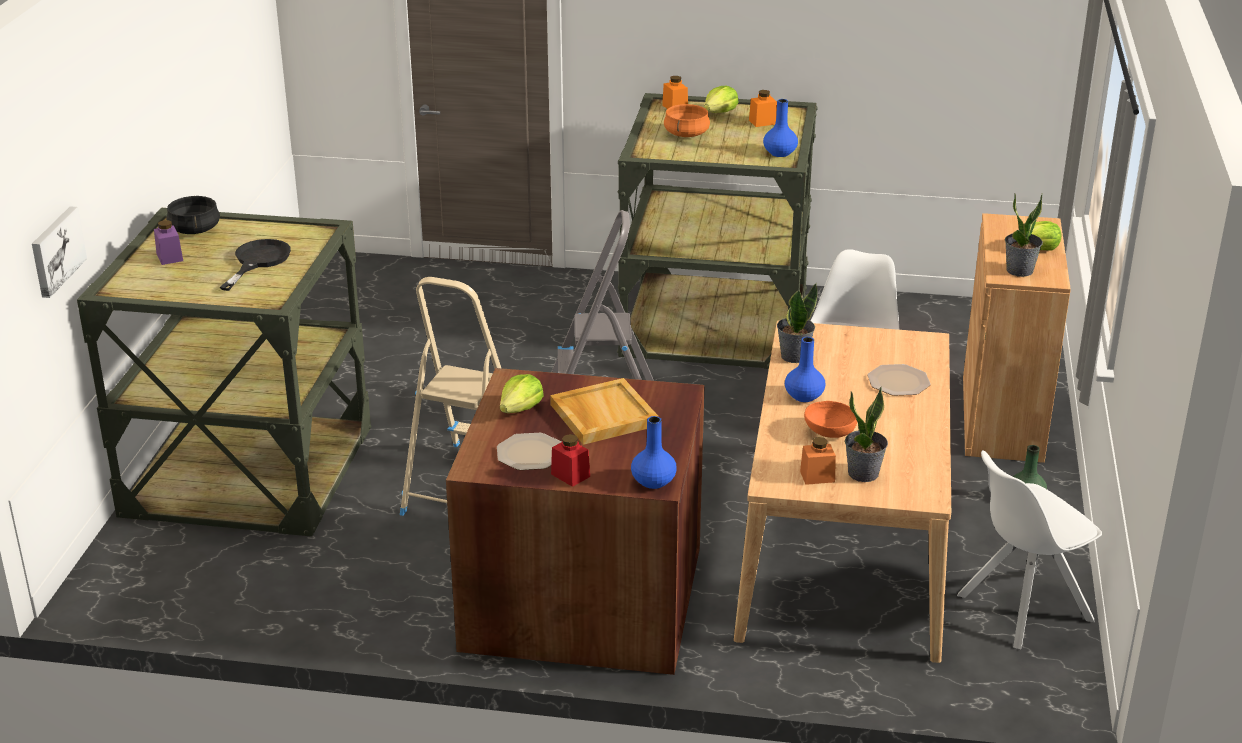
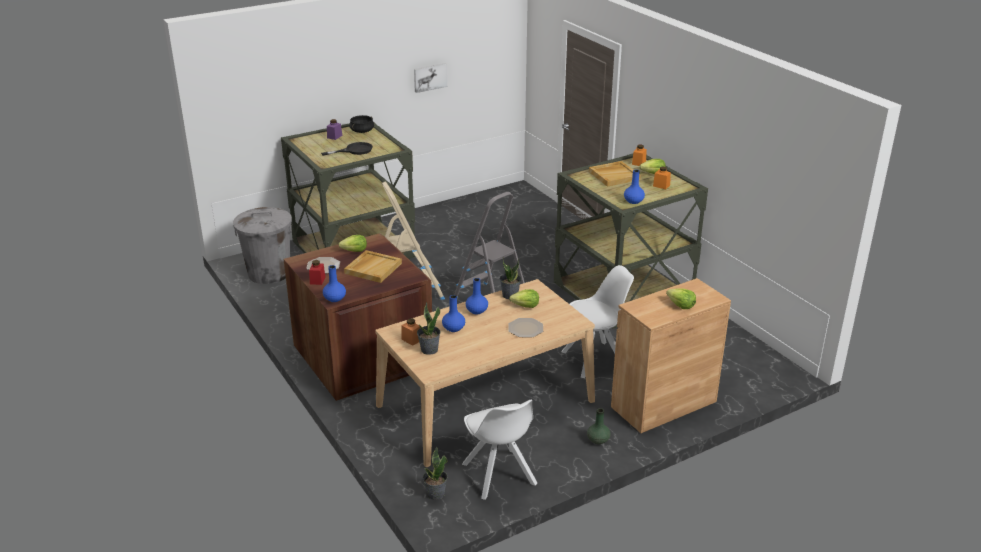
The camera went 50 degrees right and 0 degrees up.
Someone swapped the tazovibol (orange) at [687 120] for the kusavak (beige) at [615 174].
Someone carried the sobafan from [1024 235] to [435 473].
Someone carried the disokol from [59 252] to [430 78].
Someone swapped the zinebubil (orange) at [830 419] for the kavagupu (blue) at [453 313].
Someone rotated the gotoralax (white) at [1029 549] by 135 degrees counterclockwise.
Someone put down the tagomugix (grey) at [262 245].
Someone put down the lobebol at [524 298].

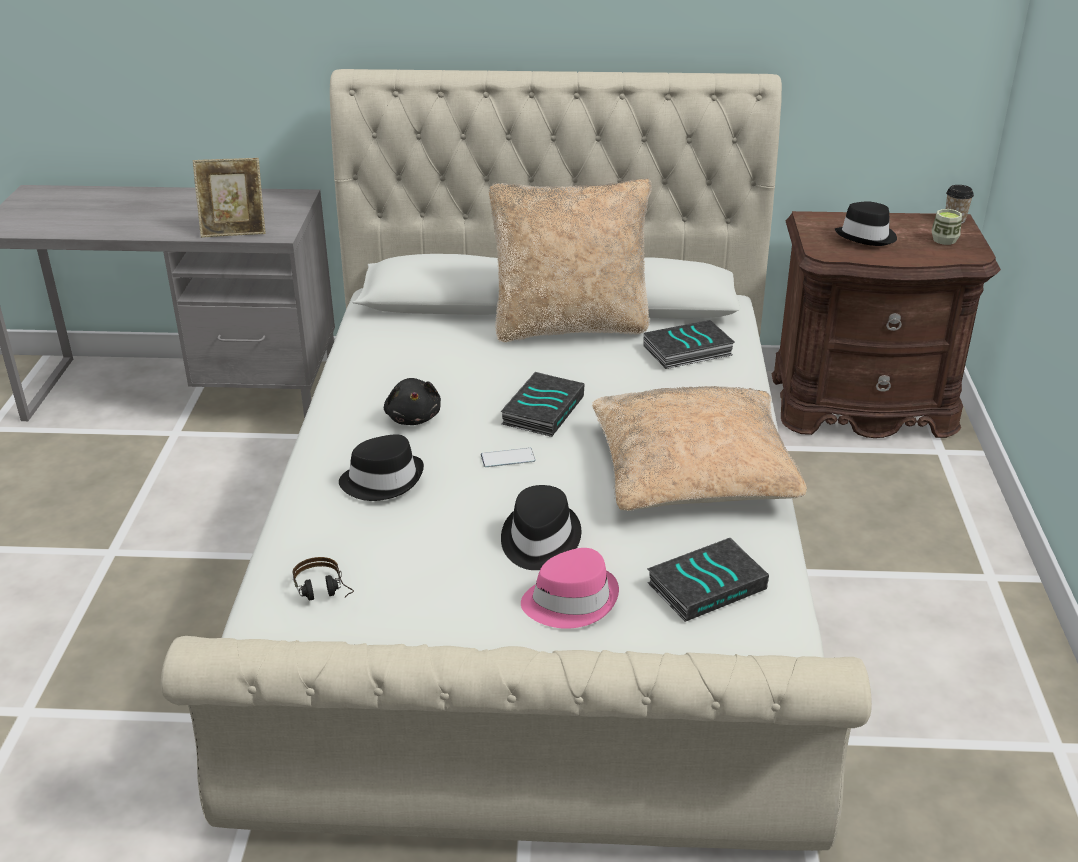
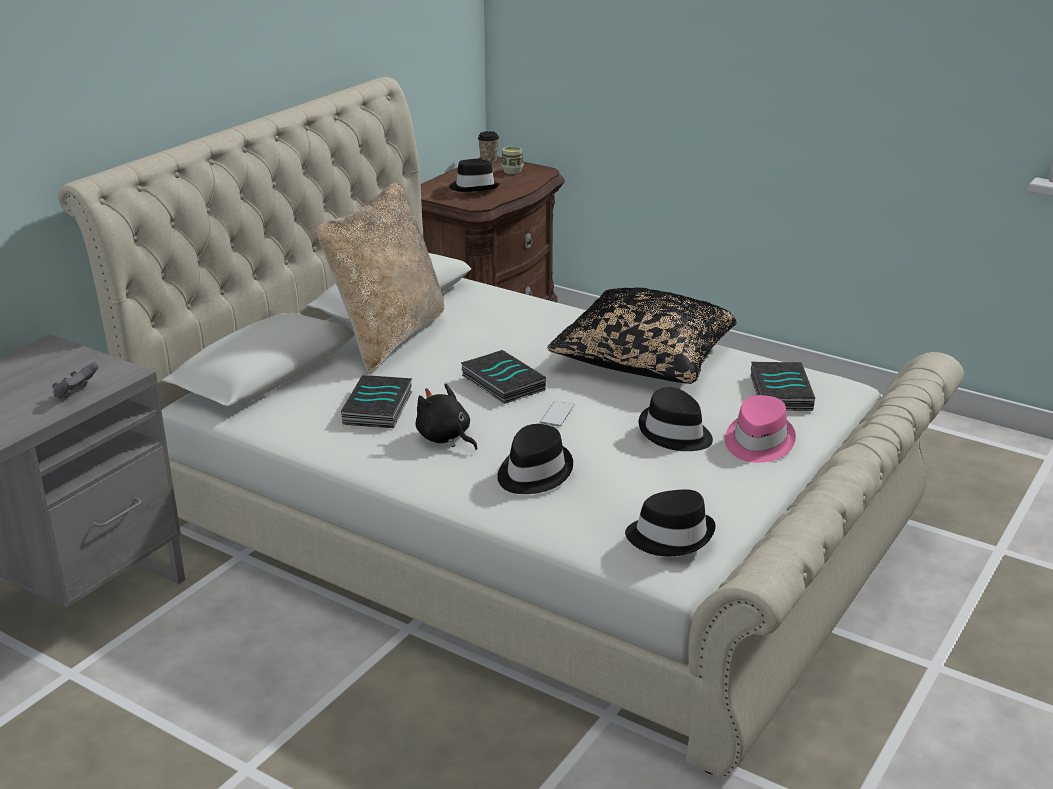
The camera went 60 degrees left and 5 degrees down.
Someone swapped the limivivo at [229 198] for the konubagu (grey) at [75 380].
Someone carried the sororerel from [689 344] to [377 401].
Someone rotated the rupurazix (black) at [412 401] by 150 degrees counterclockwise.
Someone repainted the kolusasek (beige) at [700 448], which became the kolusasek (black) at [641 335].
Someone swapped the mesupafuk at [323 579] for the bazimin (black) at [670 523].

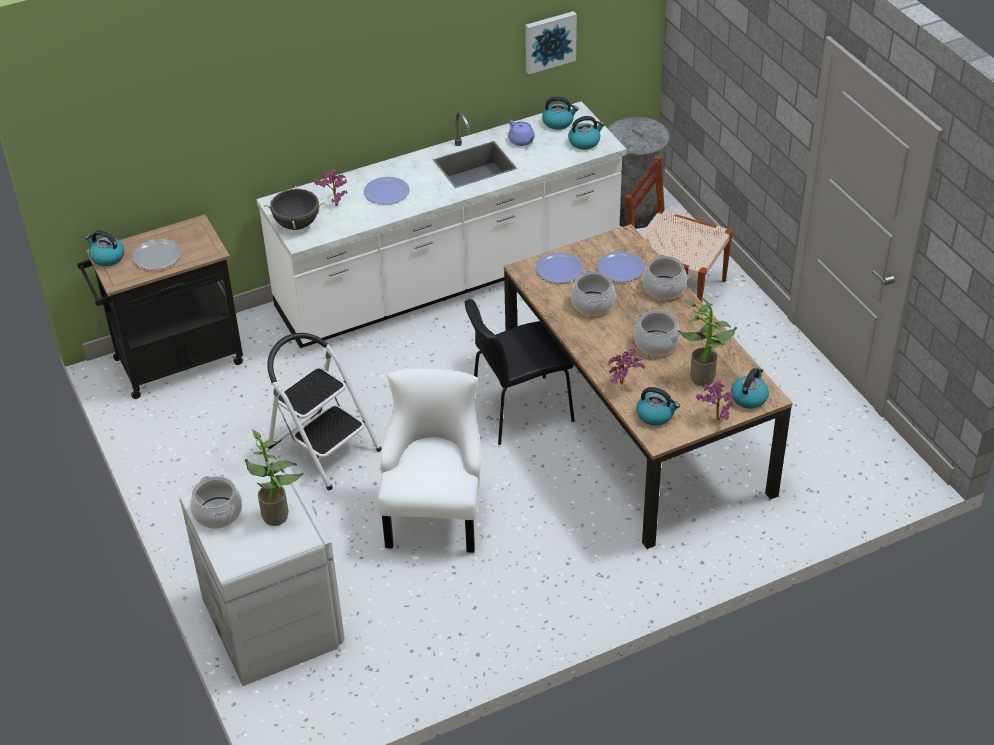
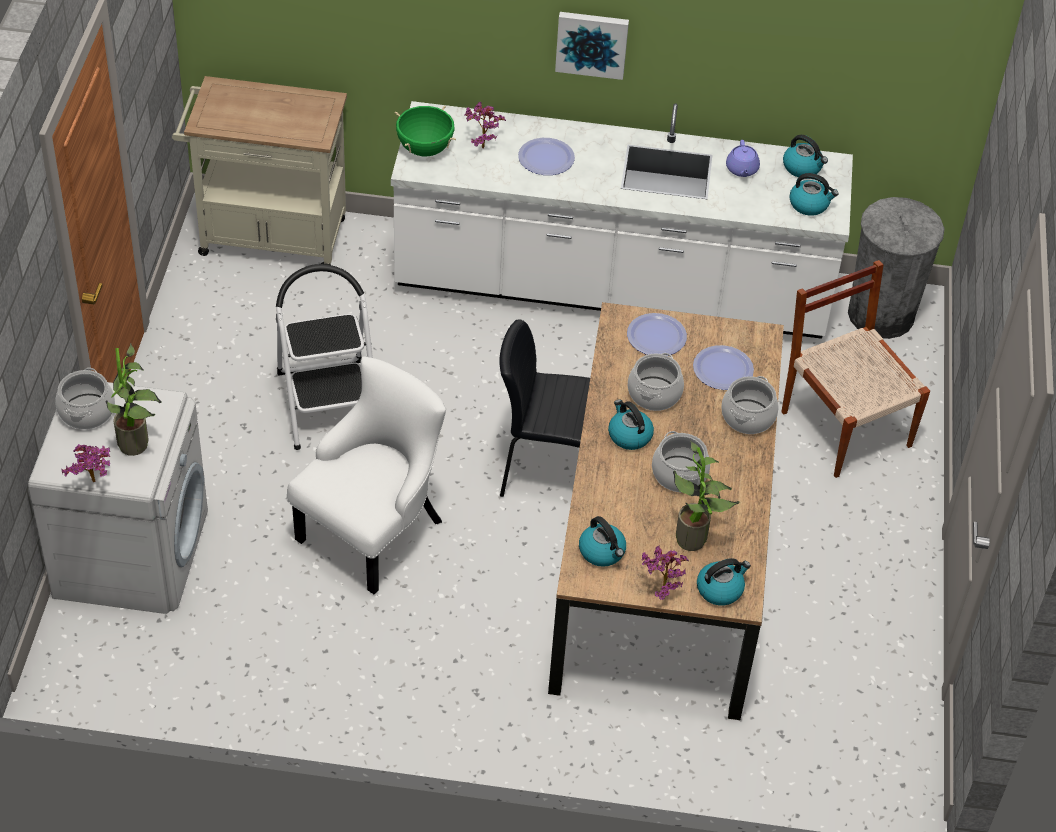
The camera went 30 degrees right and 5 degrees up.
Someone carried the disokol from [551 42] to [592 46].
Someone repainted the tazovibol (black) at [294 208], which became the tazovibol (green) at [425 131].
Someone repainted the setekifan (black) at [160 306], which became the setekifan (beige) at [259 170].
Someone carried the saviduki from [104 248] to [631 424].
Someone took away the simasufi at [156 254].
Someone carried the sobafan from [626 366] to [85 463].

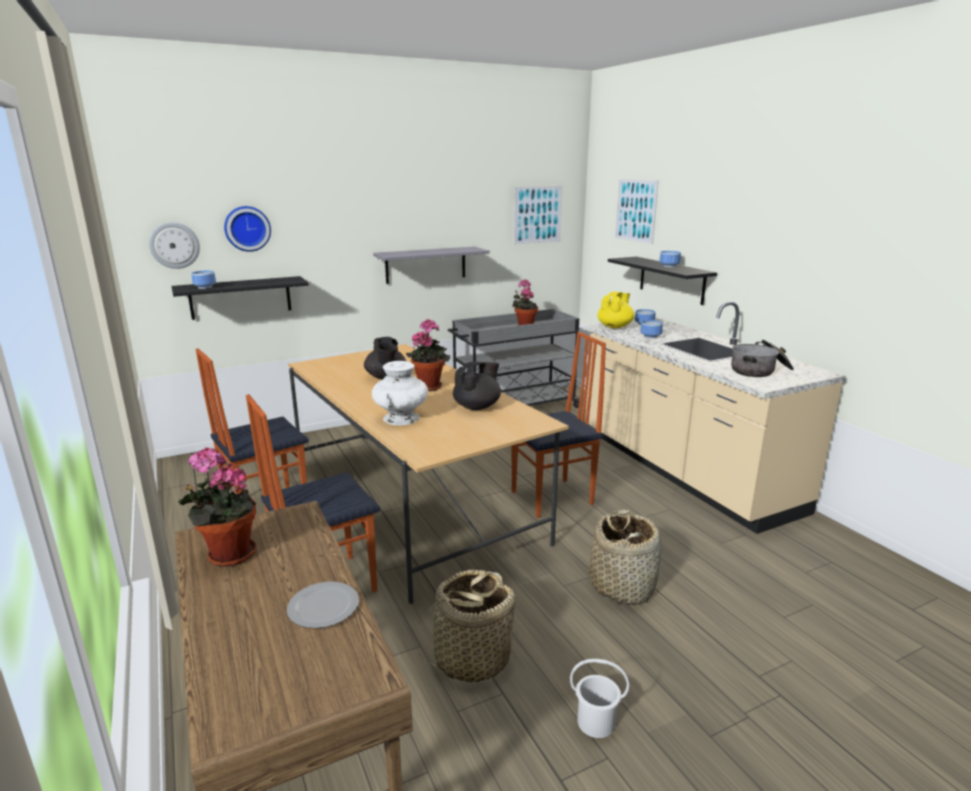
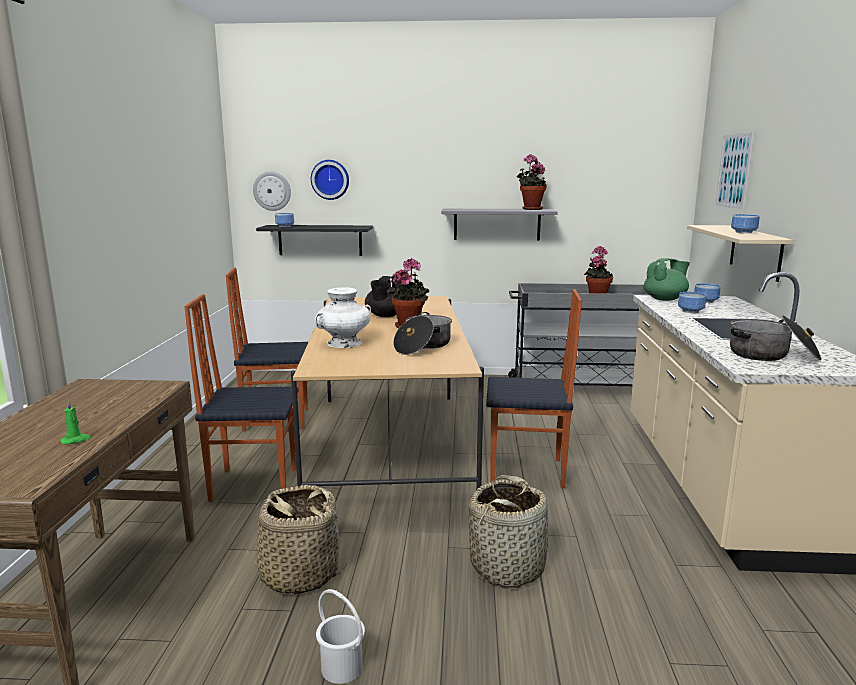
The camera went 30 degrees right and 5 degrees down.
Someone took away the disokol at [537 215].
Someone repainted the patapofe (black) at [662 281], which became the patapofe (beige) at [740 253].
Someone repainted the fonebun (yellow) at [616 310], which became the fonebun (green) at [667 279].
Someone swapped the fonebun (black) at [477 385] for the tazovibol at [422 333].
Someone carried the sobafan from [217 507] to [531 182].
Someone swapped the simasufi at [323 605] for the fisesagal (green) at [75 422].

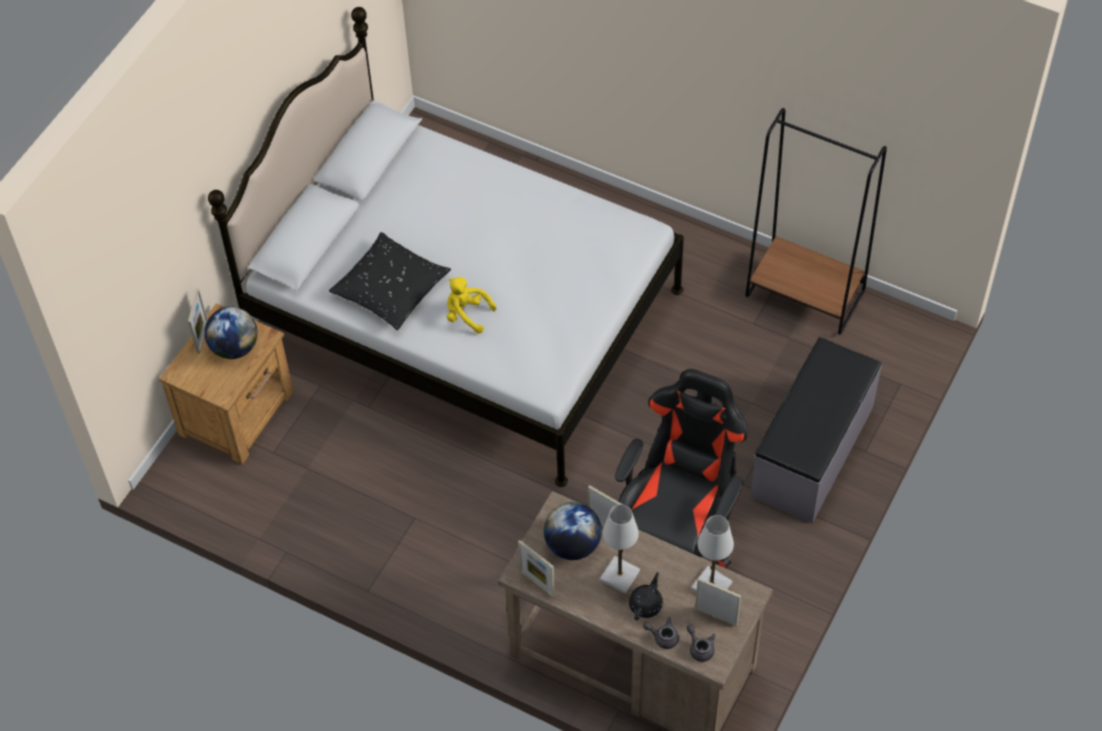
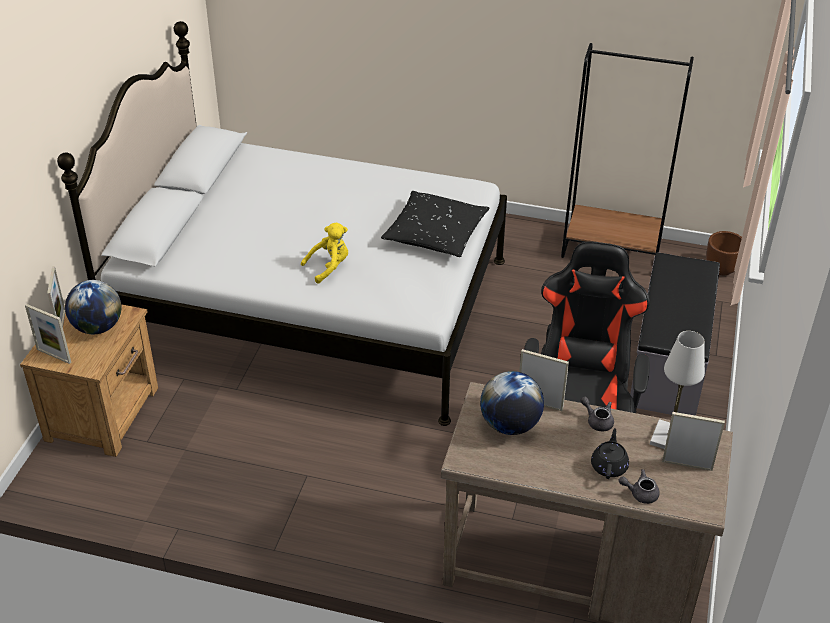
The camera went 15 degrees left and 15 degrees down.
Someone carried the kolusasek (black) from [390 281] to [435 224].
Someone rotated the rupurazix (yellow) at [471 305] by 135 degrees clockwise.
Someone took away the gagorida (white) at [620 549].
Someone carried the limivivo from [536 568] to [48 334].
Someone carried the fonebun (grey) from [701 643] to [597 414].
Someone put down the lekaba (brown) at [724 253].

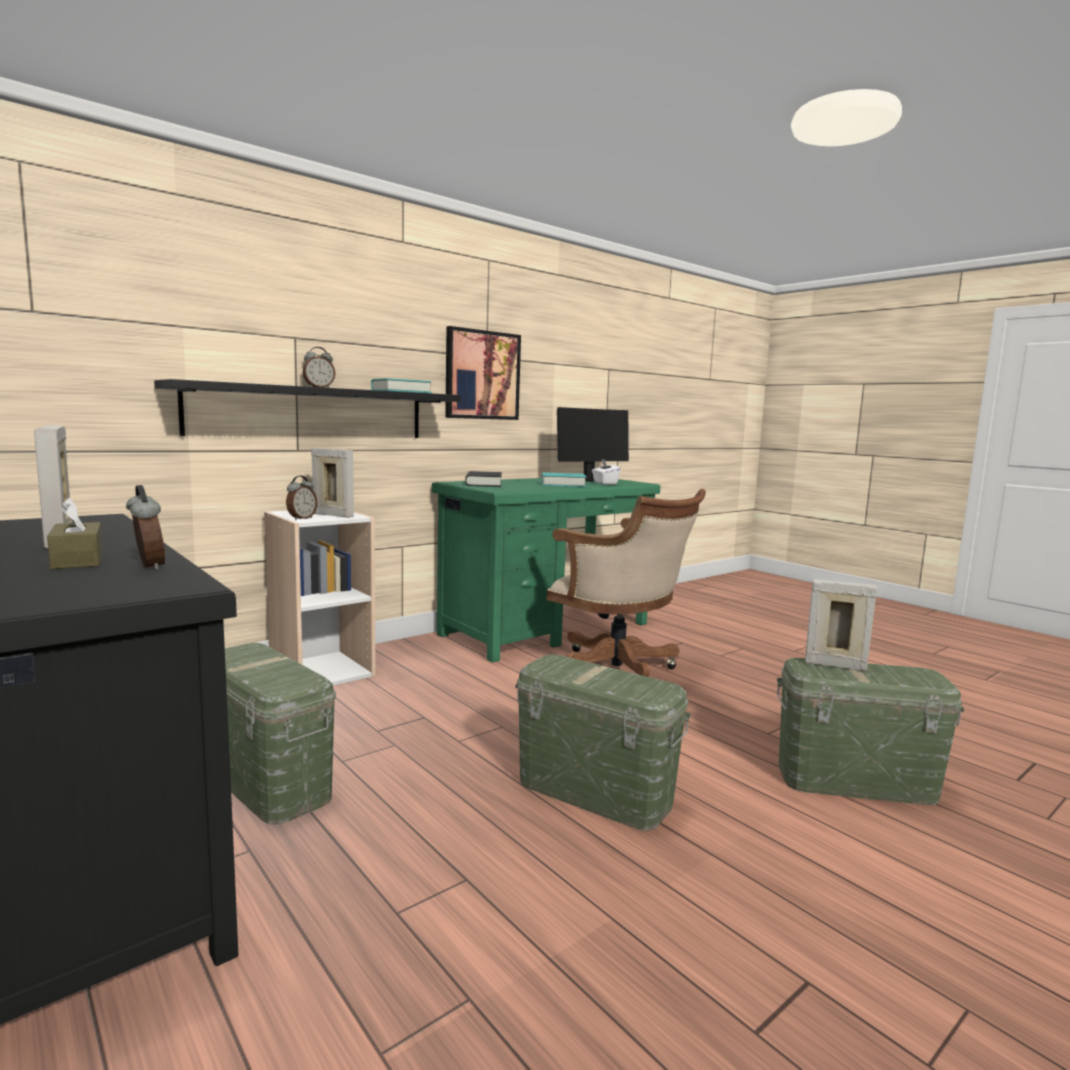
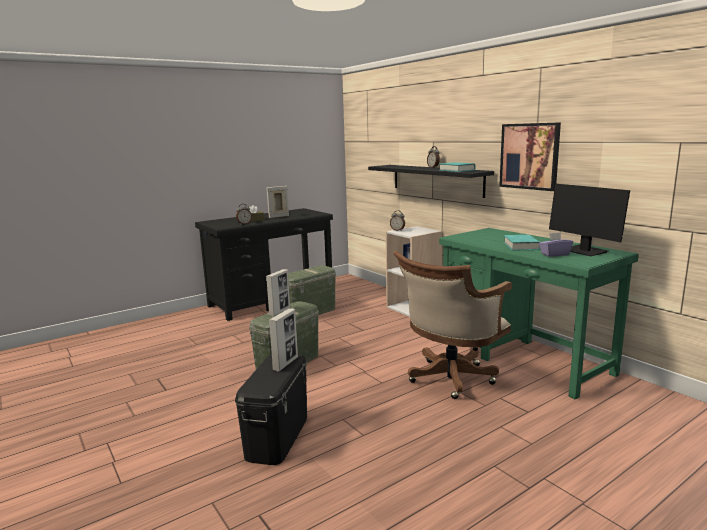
The camera went 95 degrees right and 5 degrees up.
Someone carried the limivivo from [332 483] to [278 292].
Someone repainted the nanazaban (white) at [606 472], which became the nanazaban (purple) at [556 244].
Someone took away the sororerel (black) at [483 479].
Someone repainted the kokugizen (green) at [870 731], which became the kokugizen (black) at [271 409].

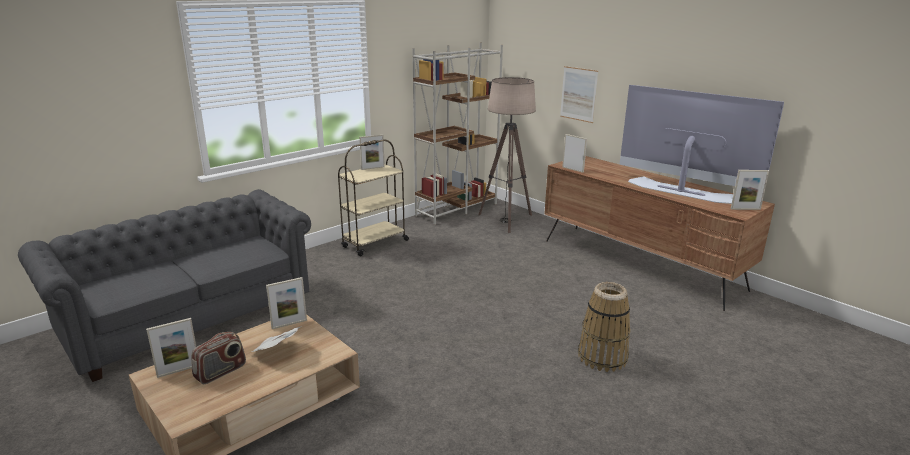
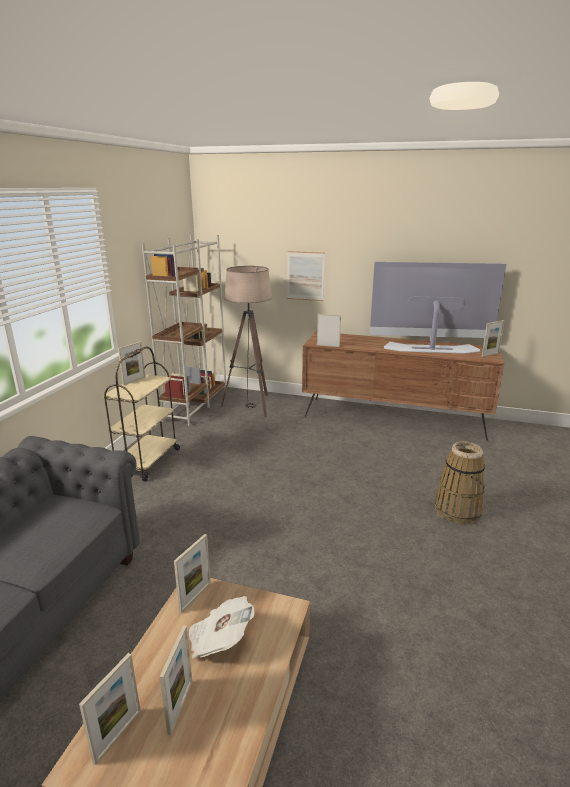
The camera went 30 degrees left and 0 degrees up.
Someone swapped the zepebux at [218 358] for the limivivo at [175 680].

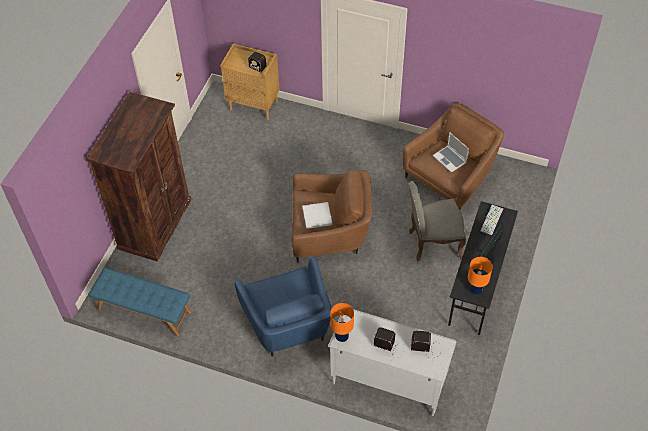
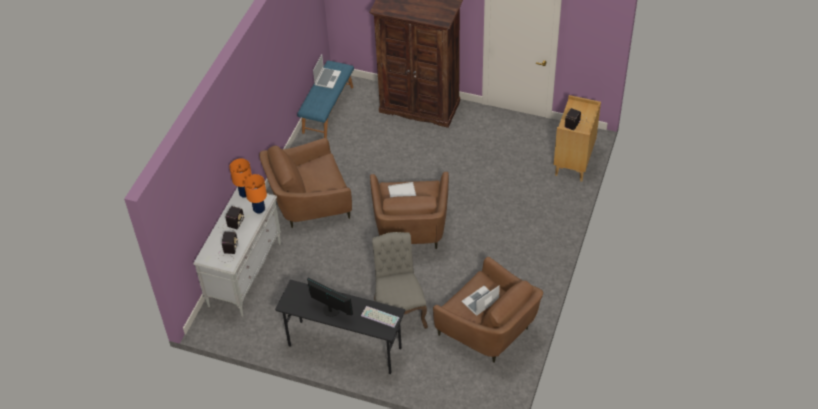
The camera went 90 degrees right and 5 degrees down.
Someone repainted the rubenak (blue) at [283 306], which became the rubenak (brown) at [305 183].
Someone carried the gagorida (orange) from [480 276] to [255 194].
Someone put down the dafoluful at [327 71].

